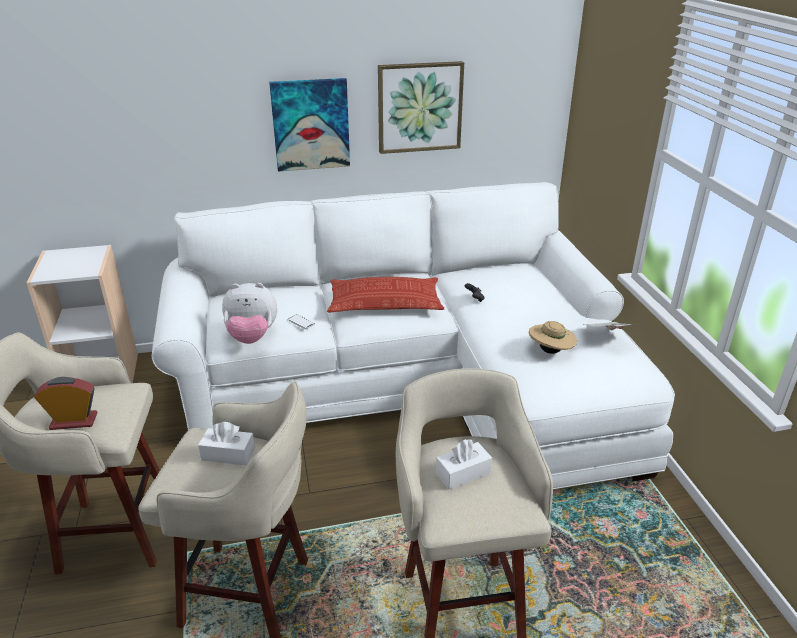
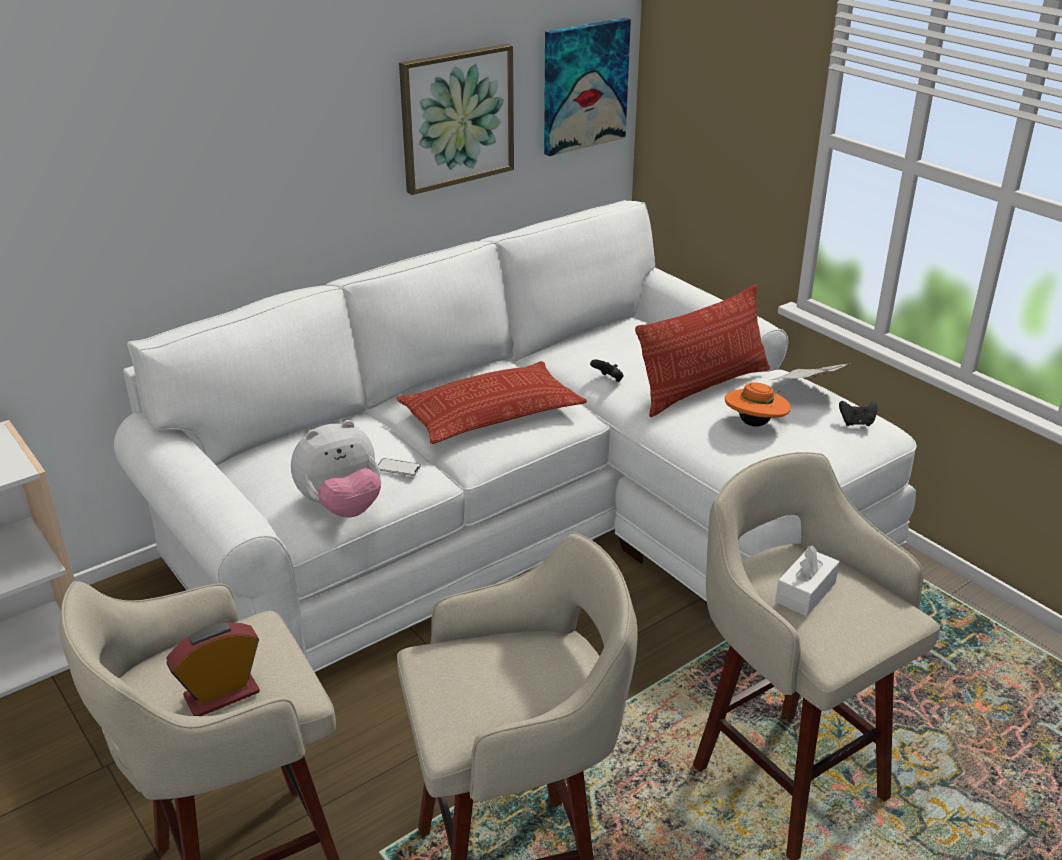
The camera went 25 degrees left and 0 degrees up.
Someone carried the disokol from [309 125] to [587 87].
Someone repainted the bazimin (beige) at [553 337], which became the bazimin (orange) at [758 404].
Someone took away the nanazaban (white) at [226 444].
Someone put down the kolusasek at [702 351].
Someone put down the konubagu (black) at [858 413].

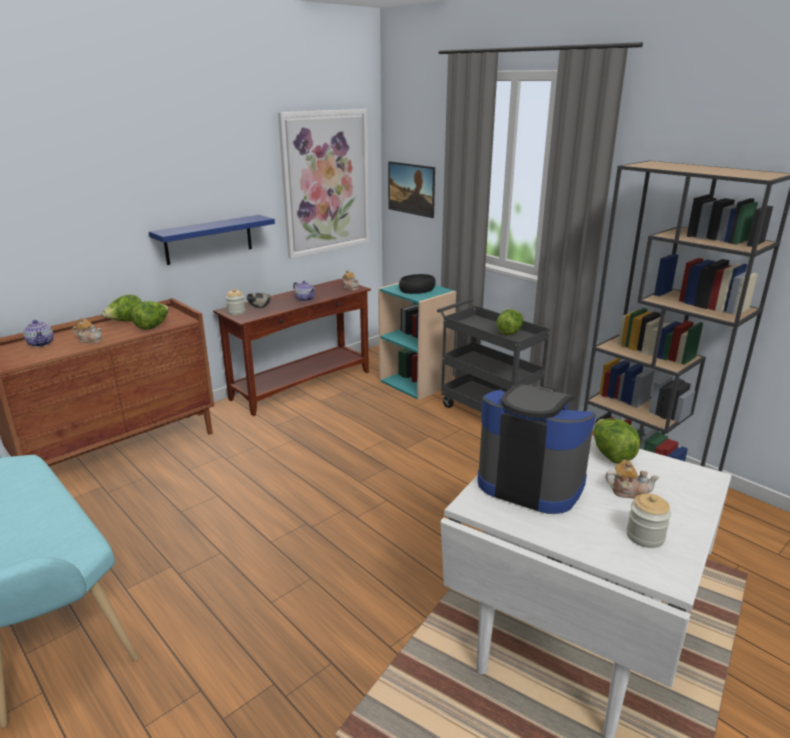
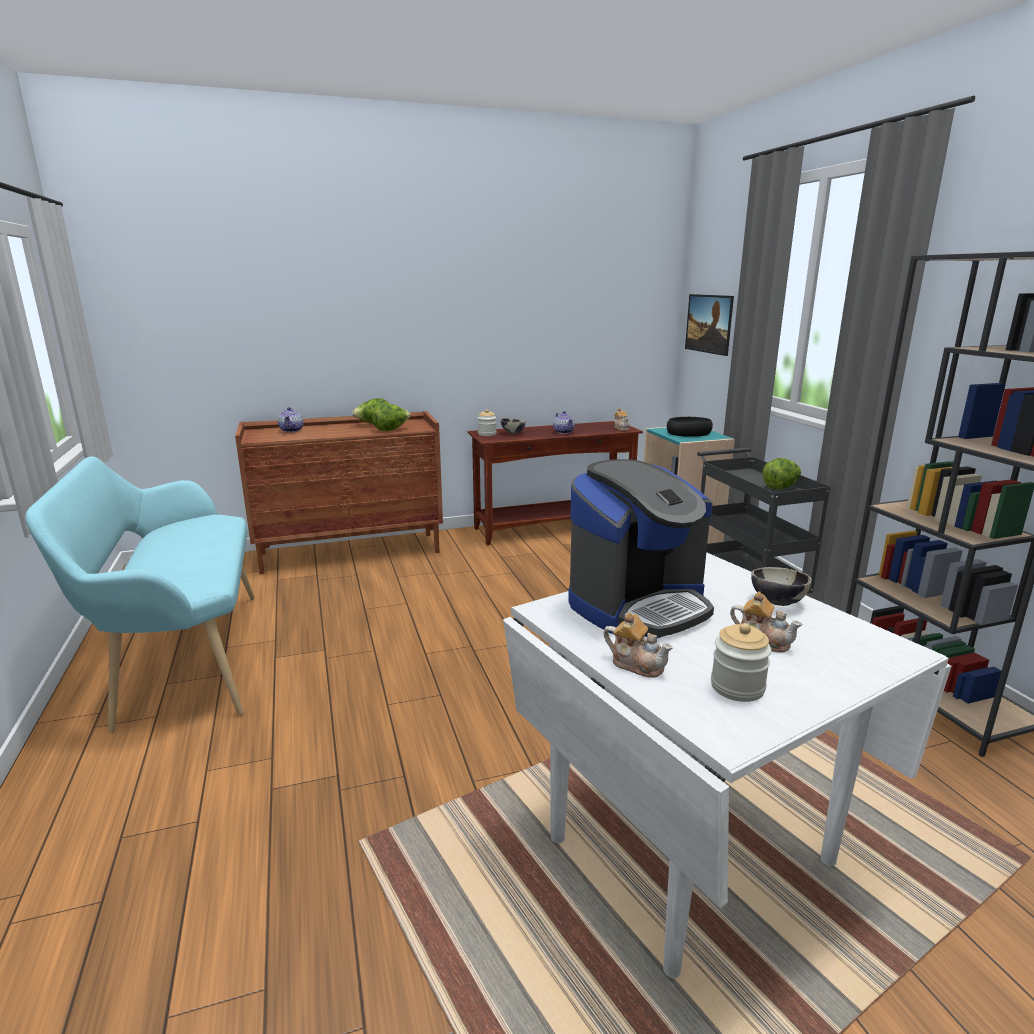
The camera went 25 degrees right and 5 degrees down.
Someone took away the disokol at [323 184].
Someone took away the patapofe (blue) at [212 240].
Someone carried the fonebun from [88 330] to [638 645].
Someone rotated the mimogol at [536 449] by 90 degrees clockwise.
Someone swapped the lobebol at [617 441] for the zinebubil at [781 586].

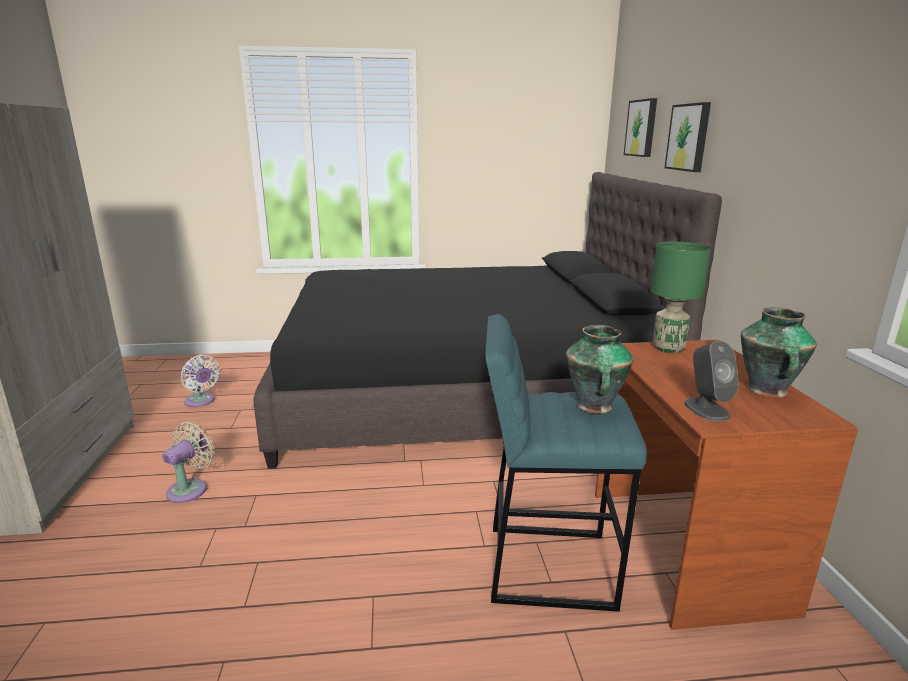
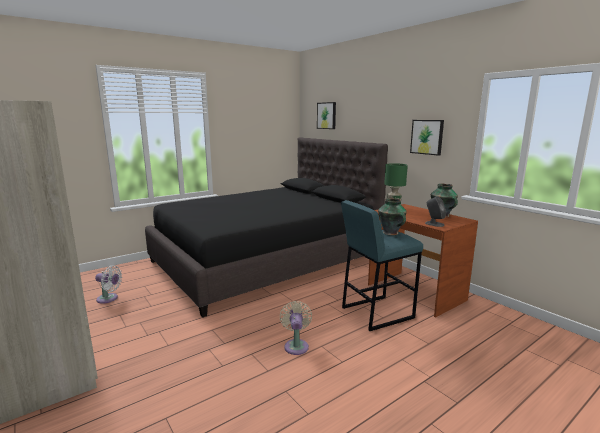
The camera went 30 degrees left and 5 degrees down.
Someone carried the disokol from [688 137] to [427 138].
Someone carried the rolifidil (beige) from [188 462] to [296 328].

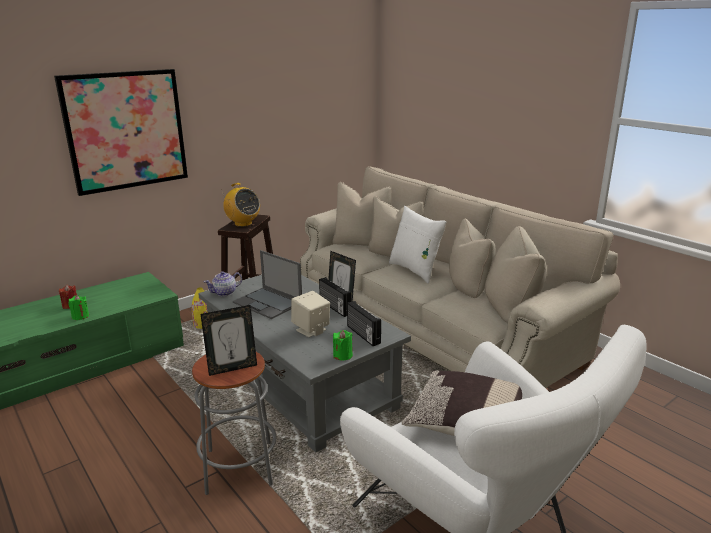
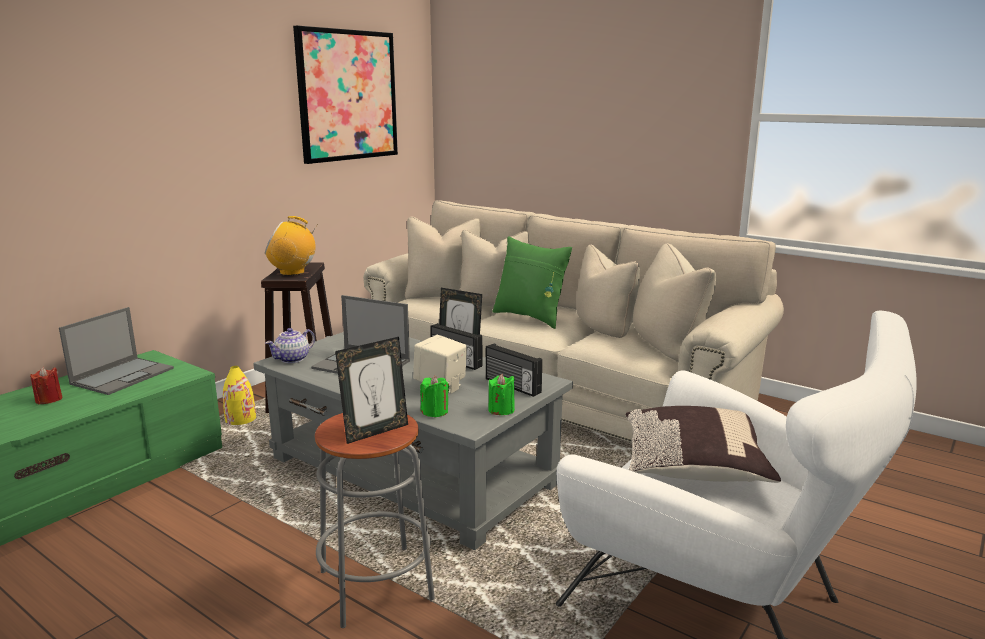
The camera went 15 degrees left and 5 degrees down.
Someone carried the disokol from [121 132] to [345 94].
Someone rotated the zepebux at [241 205] by 150 degrees clockwise.
Someone repainted the kolusasek (white) at [417 245], which became the kolusasek (green) at [532 282].
Someone carried the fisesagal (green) from [78 307] to [434 396].
Someone put down the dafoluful at [116 351].

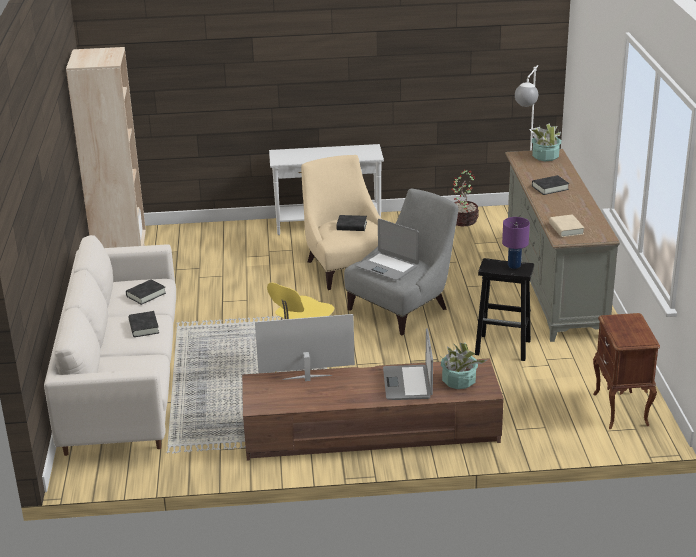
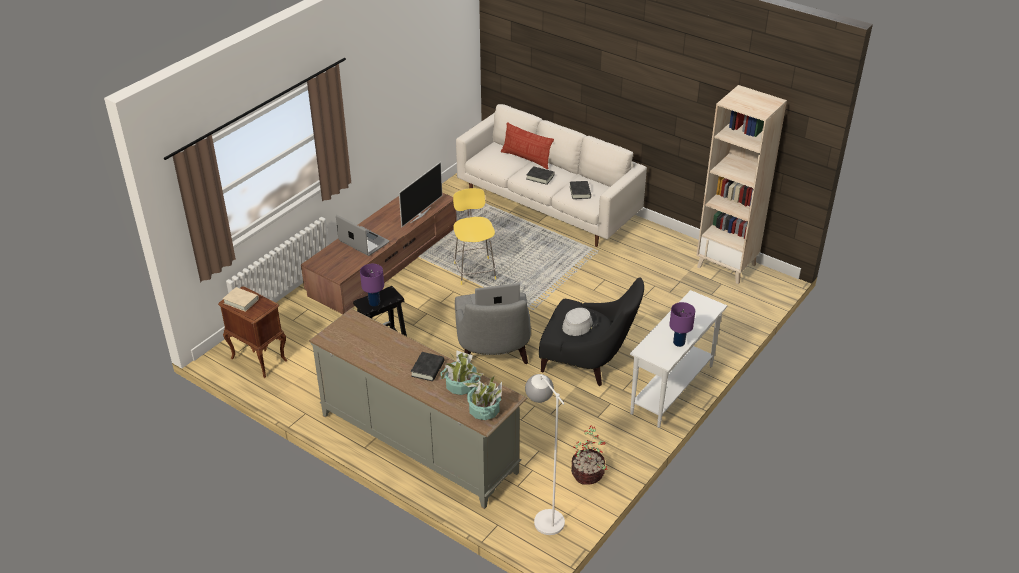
The camera went 130 degrees right and 10 degrees up.
Someone repainted the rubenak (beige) at [341 222], which became the rubenak (black) at [591 331].
Someone carried the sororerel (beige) from [566 225] to [241 299].
Someone swapped the sororerel (black) at [351 223] for the bazimin (grey) at [580 322].
Someone carried the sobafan from [464 365] to [461 372].
Someone put down the kolusasek at [527 145].
Someone put down the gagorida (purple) at [682 324].

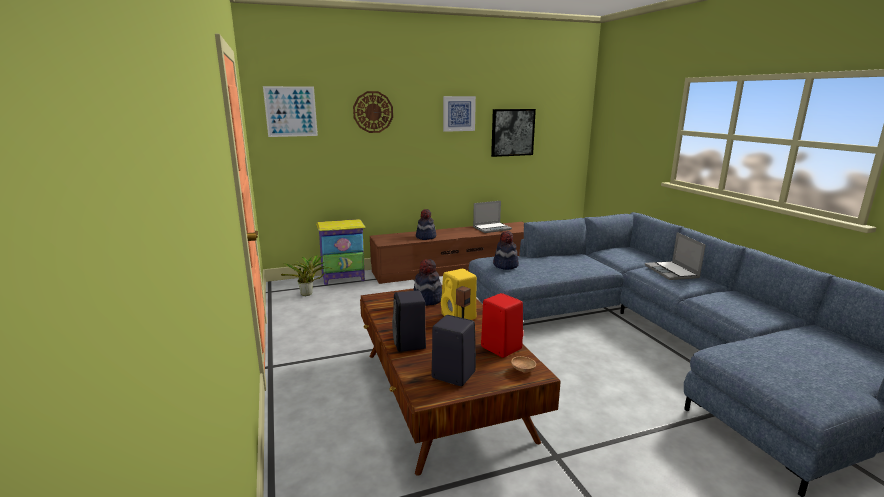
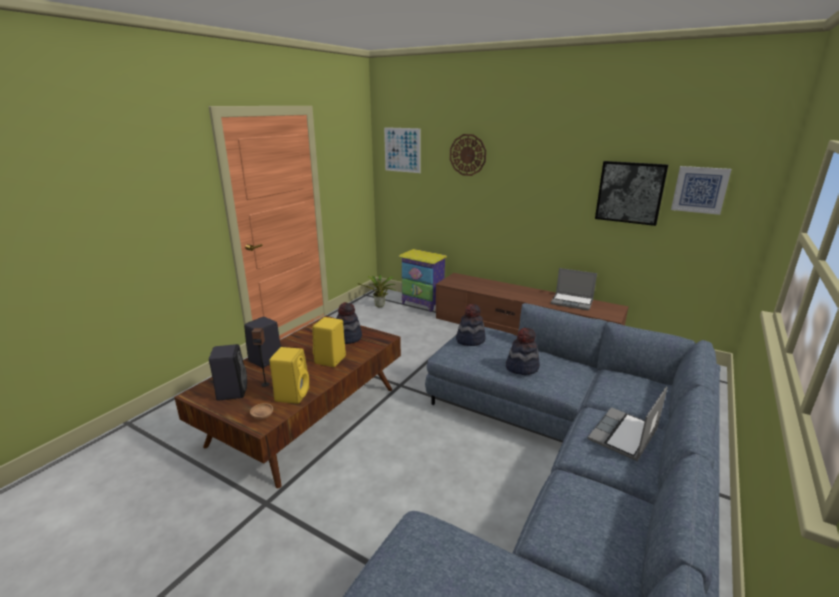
The camera went 50 degrees right and 5 degrees up.
Someone carried the disokol from [459 114] to [701 190].
Someone carried the bazimin from [426 224] to [523 351].
Someone repainted the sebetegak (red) at [502 325], which became the sebetegak (yellow) at [289 375].

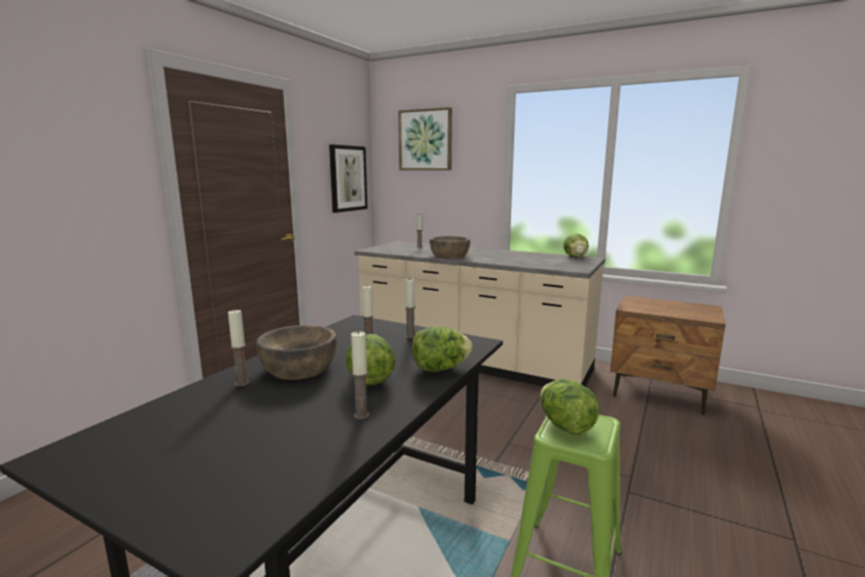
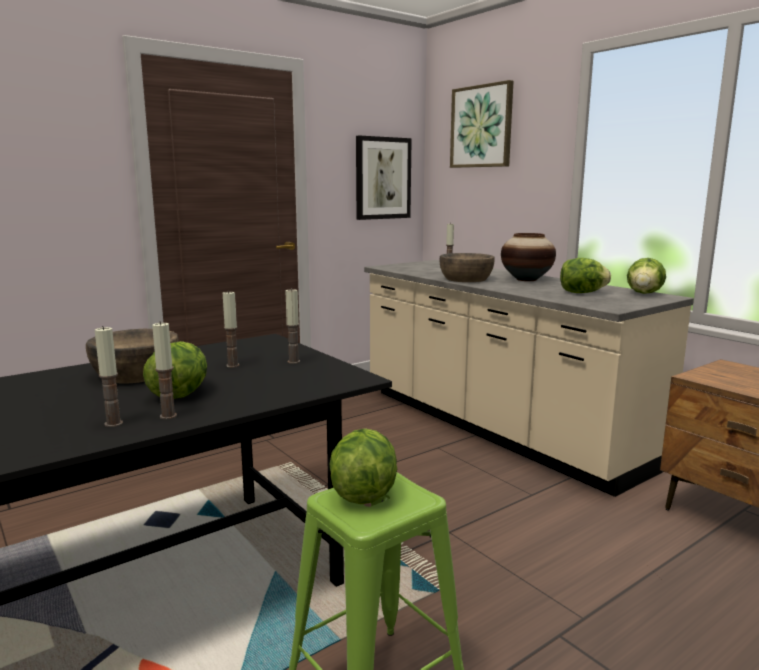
The camera went 25 degrees right and 0 degrees up.
Someone carried the fisesagal from [238 347] to [164 370].
Someone carried the lobebol from [442 349] to [585 275].
Someone put down the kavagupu at [528 257].

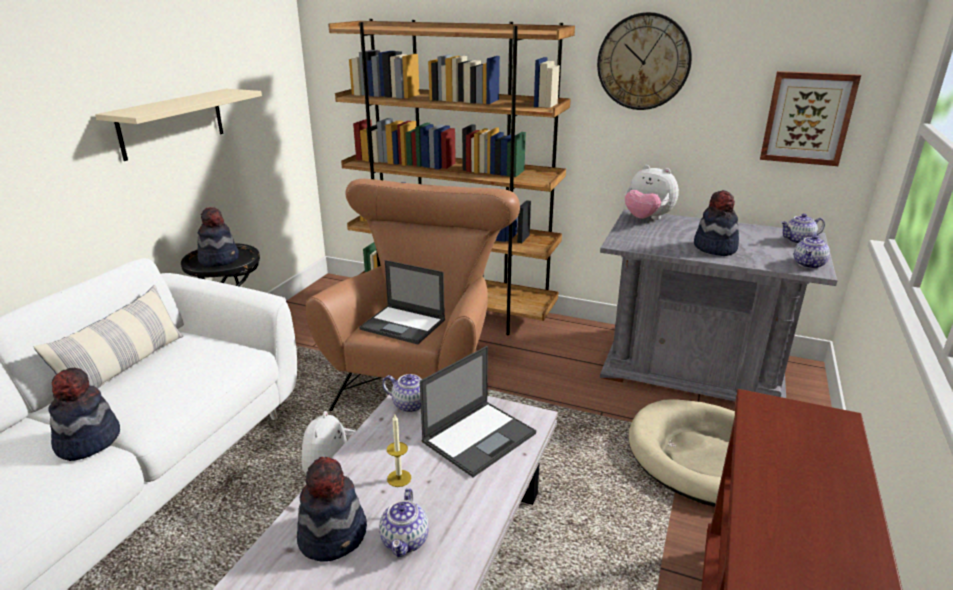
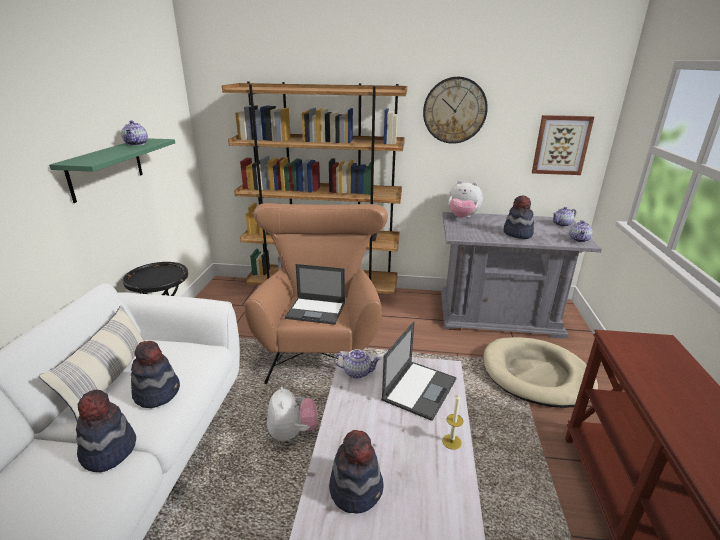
The camera went 15 degrees left and 0 degrees up.
Someone repainted the patapofe (beige) at [178 125], which became the patapofe (green) at [112 170].
Someone carried the bazimin from [218 237] to [155 374].
Someone carried the fisesagal from [399 451] to [452 422].
Someone carried the fonebun from [404 522] to [134 133].

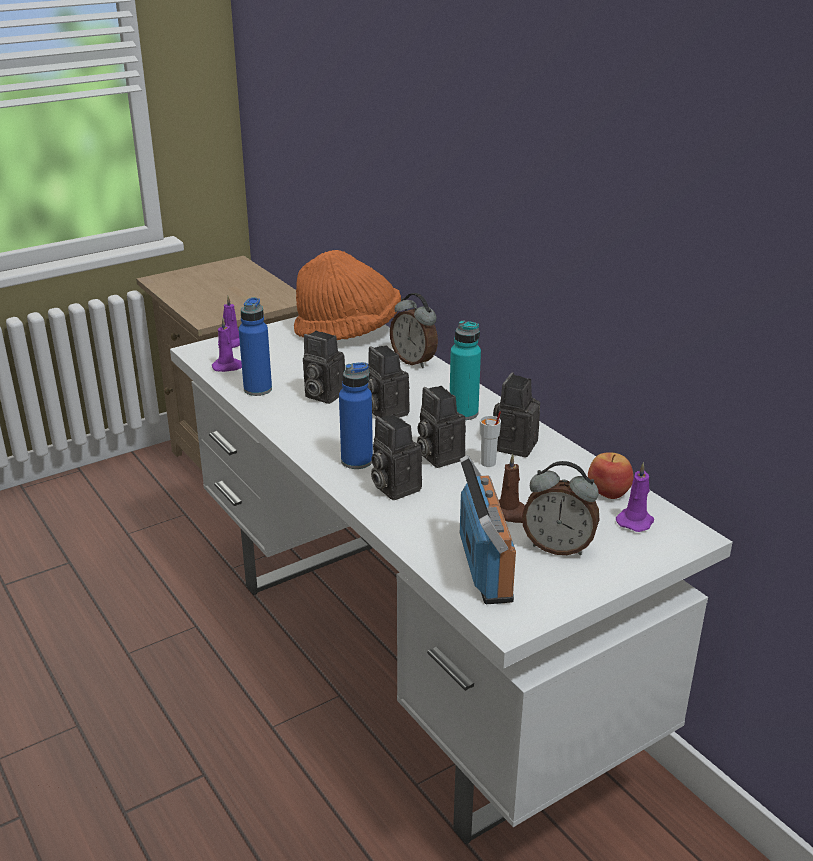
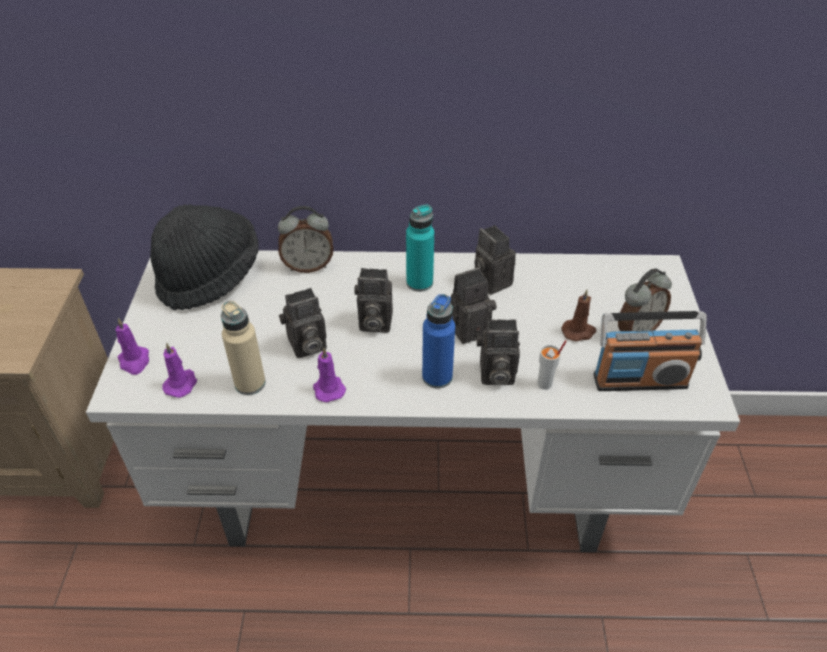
The camera went 55 degrees left and 15 degrees up.
Someone repainted the bazimin (orange) at [347 295], which became the bazimin (black) at [204 257].
Someone repainted the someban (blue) at [255 346], which became the someban (beige) at [243 348].
Someone rotated the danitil at [441 427] by 150 degrees clockwise.
Someone carried the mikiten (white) from [490 439] to [552 365].
Someone took away the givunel at [611 475].
Someone rotated the zepebux at [488 529] by 150 degrees clockwise.
Someone carried the fisesagal (purple) from [635 497] to [329 375].

